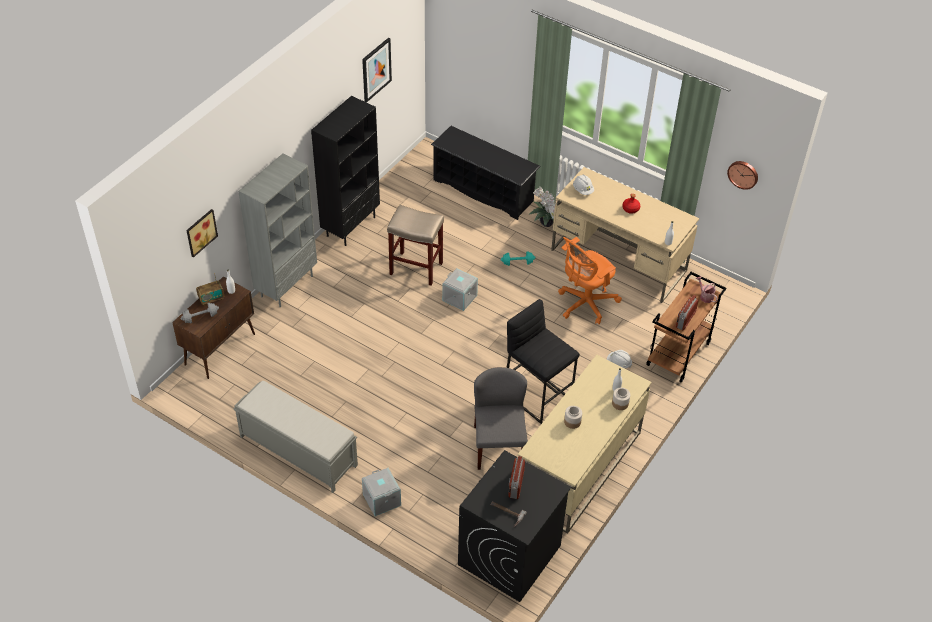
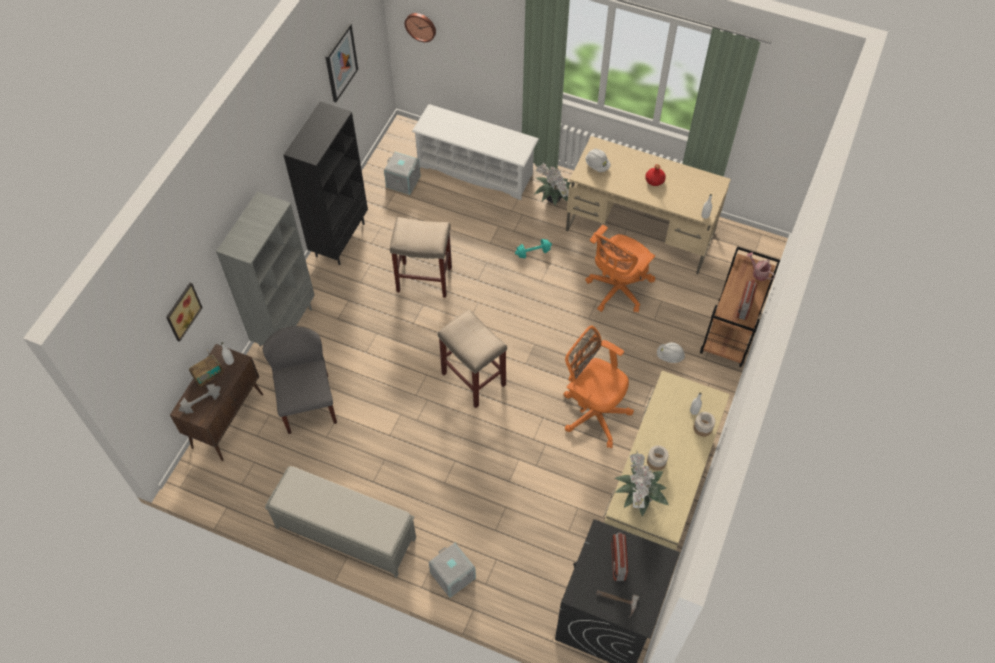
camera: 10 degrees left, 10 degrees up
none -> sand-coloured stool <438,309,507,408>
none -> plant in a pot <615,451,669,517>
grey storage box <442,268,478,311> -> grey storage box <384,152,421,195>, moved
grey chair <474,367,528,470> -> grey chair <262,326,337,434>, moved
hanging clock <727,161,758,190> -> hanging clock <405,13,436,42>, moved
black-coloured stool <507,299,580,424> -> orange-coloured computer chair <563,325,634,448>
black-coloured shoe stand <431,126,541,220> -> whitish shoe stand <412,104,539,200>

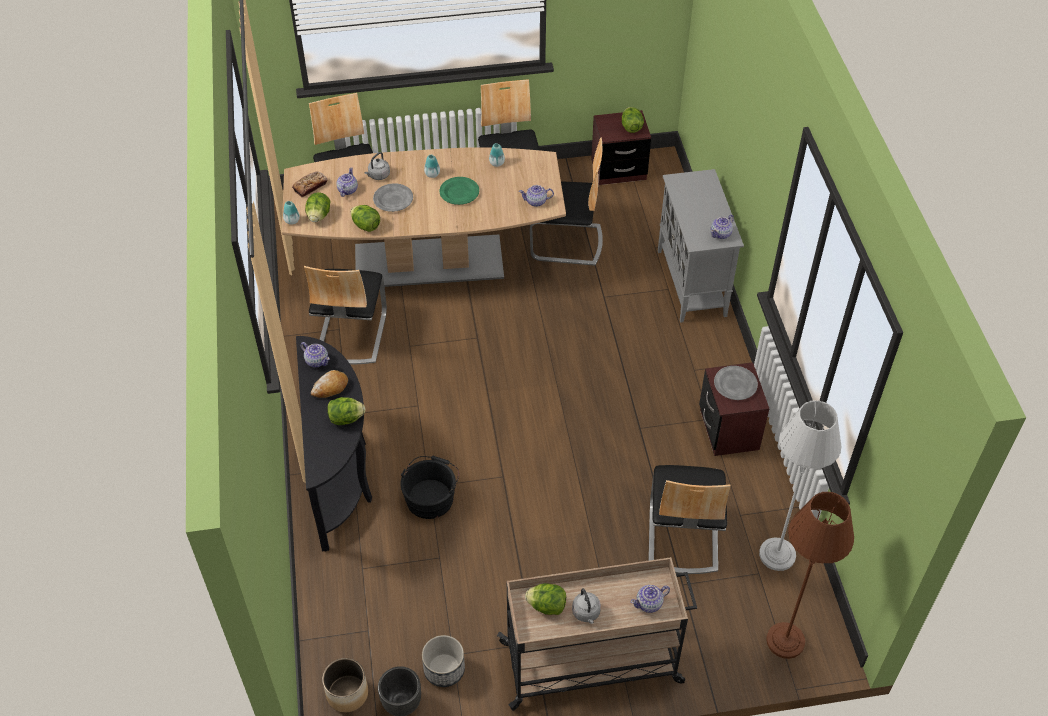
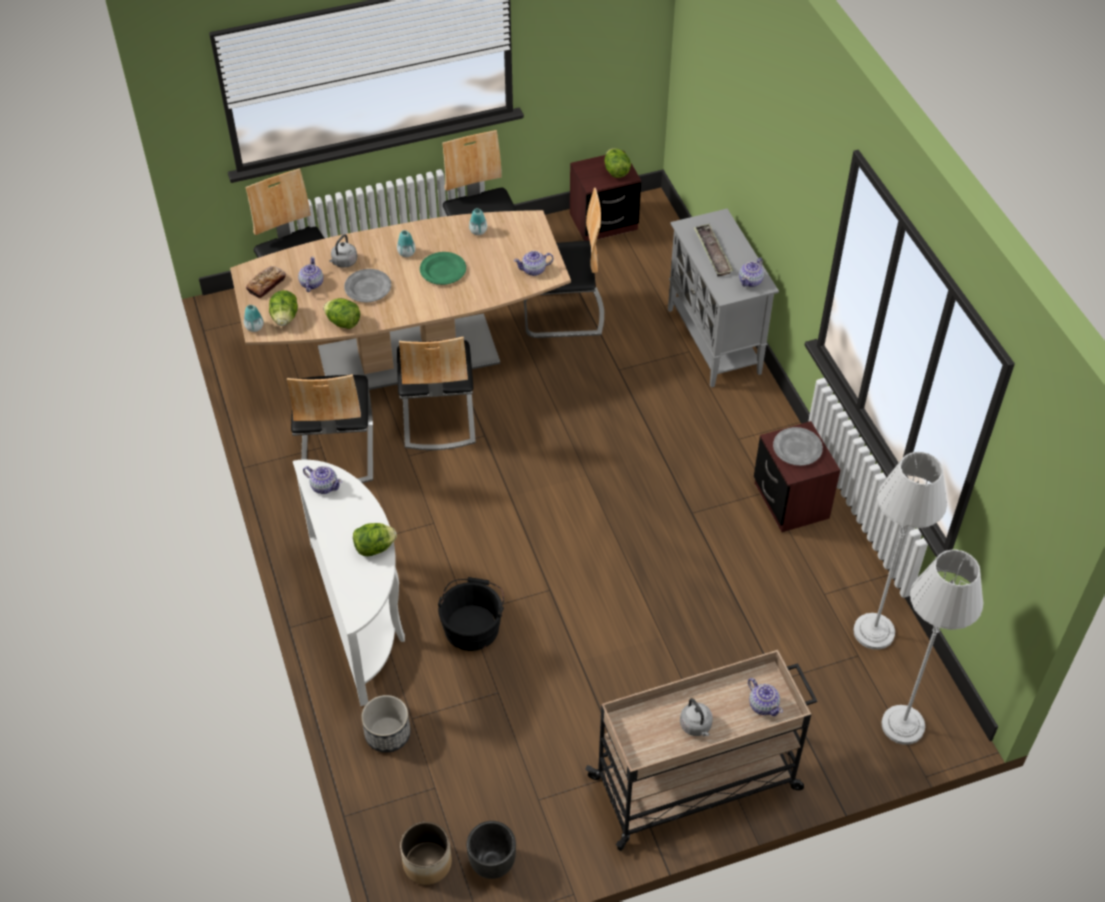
camera: 10 degrees left, 0 degrees up
baked bread <311,370,348,398> -> none
lettuce <525,583,566,615> -> none
none -> serving tray <694,224,733,277>
flower pot <422,635,465,687> -> flower pot <361,695,410,753>, moved
chair <648,465,731,574> -> chair <397,337,476,450>, moved
black-coloured hall table <296,336,372,552> -> whitish hall table <293,460,405,706>
brown-coloured floor lamp <766,492,854,659> -> grey floor lamp <881,549,984,745>
pot for tea <631,585,670,613> -> pot for tea <748,678,783,716>, 90 degrees counterclockwise

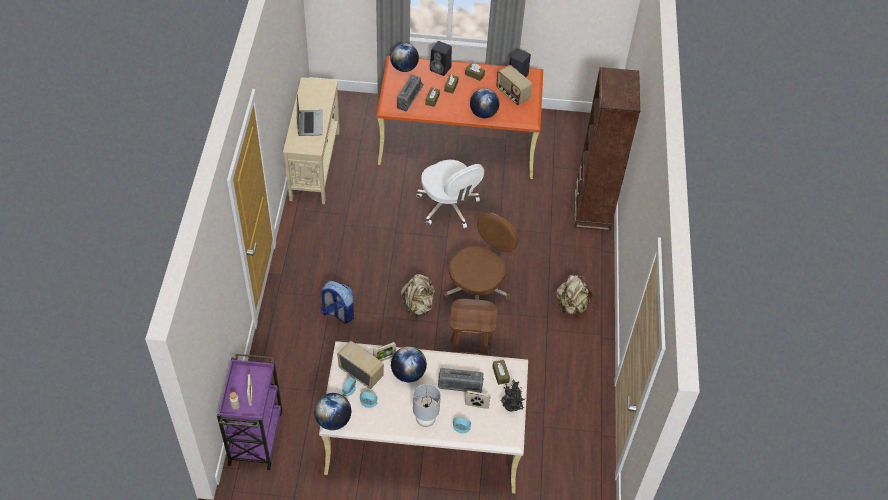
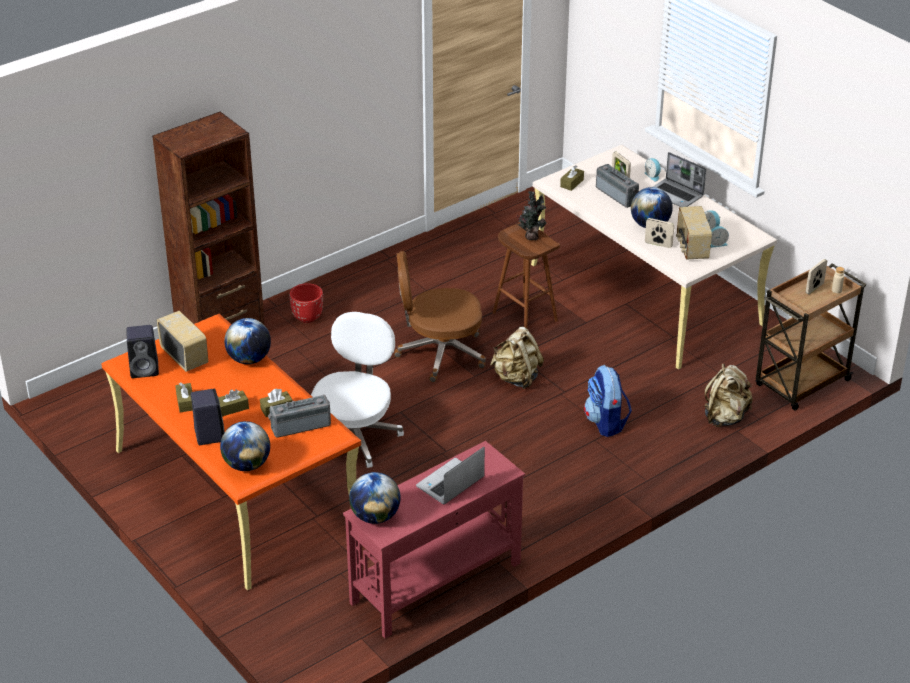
camera: 130 degrees left, 15 degrees down
none -> reddish flower pot <289,283,323,323>
globe <314,393,351,430> -> globe <349,472,401,524>, moved
plant in a pot <501,380,525,411> -> plant in a pot <516,191,547,240>, moved
sand-coloured rucksack <556,275,593,314> -> sand-coloured rucksack <704,364,753,427>, moved
grey tabletop lamp <413,384,441,427> -> portable computer <653,152,706,207>
purple trolley <217,354,282,470> -> brown-coloured trolley <756,263,866,411>
sand-coloured hall table <283,77,340,204> -> reddish hall table <343,441,525,638>
radio <496,65,533,105> -> radio <157,311,208,372>, 45 degrees counterclockwise

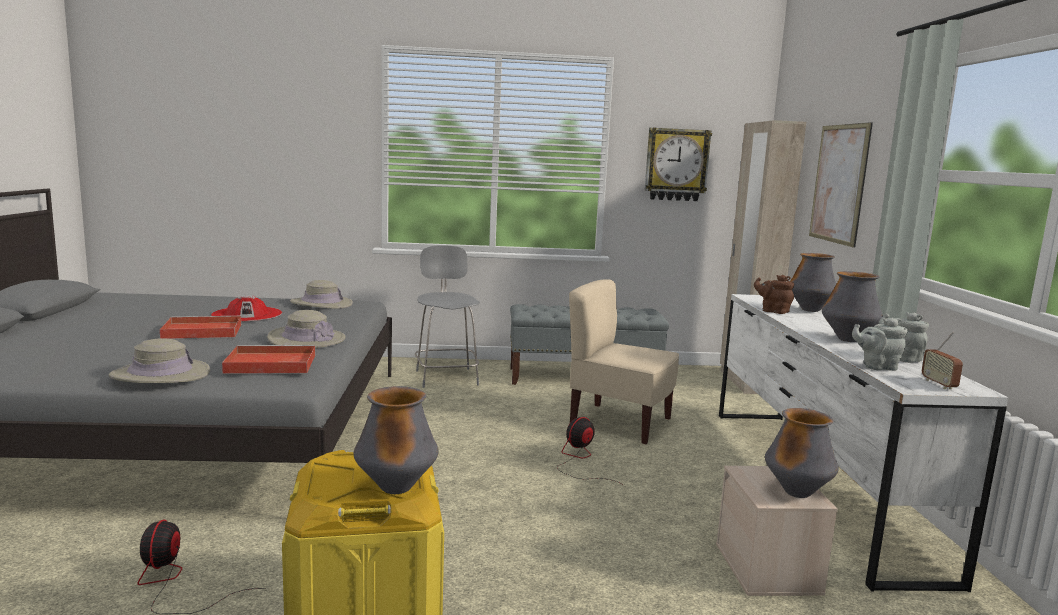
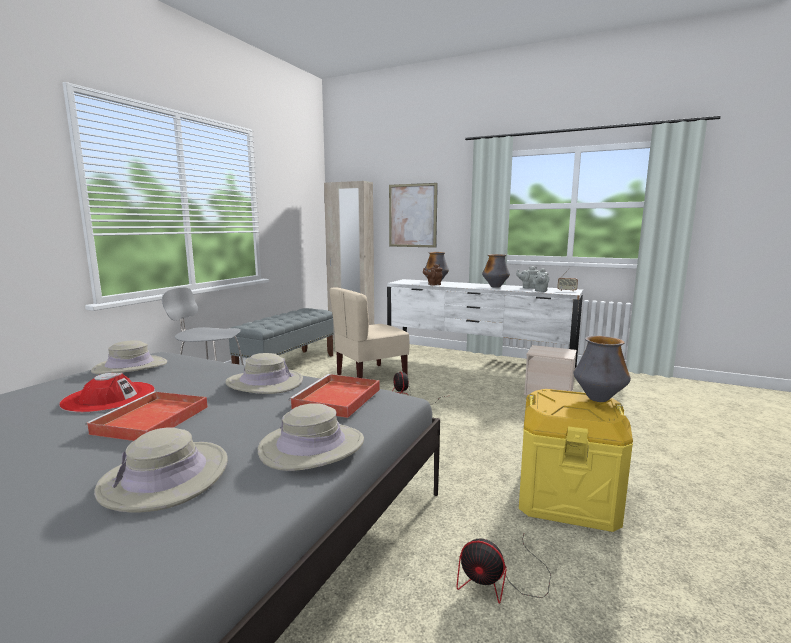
camera: 60 degrees left, 0 degrees up
hanging clock <645,128,712,201> -> none
flower vase <765,408,839,498> -> none
none -> sand-coloured hat <94,427,228,513>

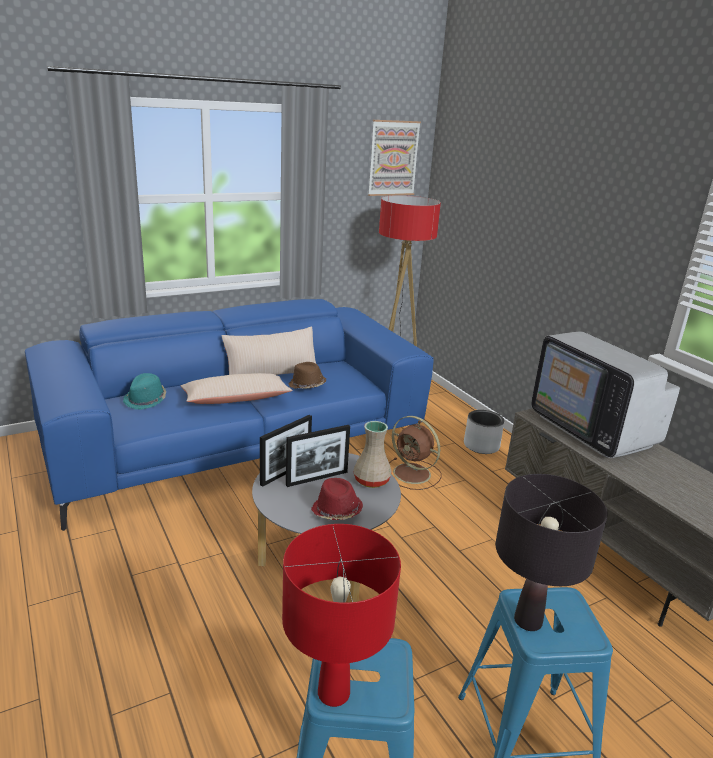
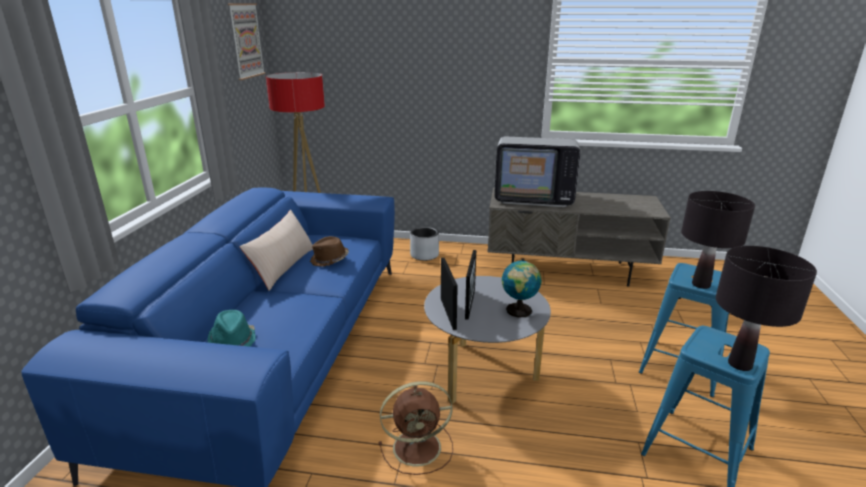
camera: 50 degrees left, 0 degrees up
sand-coloured throw pillow <181,373,292,404> -> none
sand-coloured flower vase <353,421,392,488> -> none
brown-coloured cooling fan <389,416,442,490> -> brown-coloured cooling fan <379,381,453,475>, moved
reddish hat <311,478,363,520> -> globe <502,259,541,317>
reddish tabletop lamp <282,524,401,707> -> black-coloured tabletop lamp <716,246,817,371>

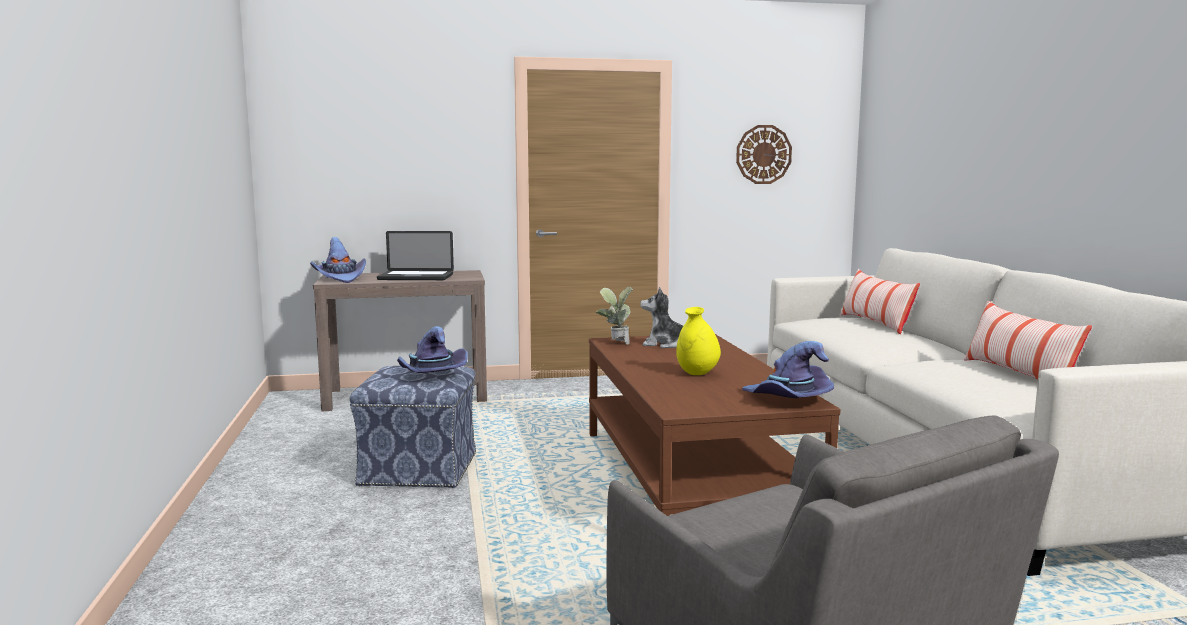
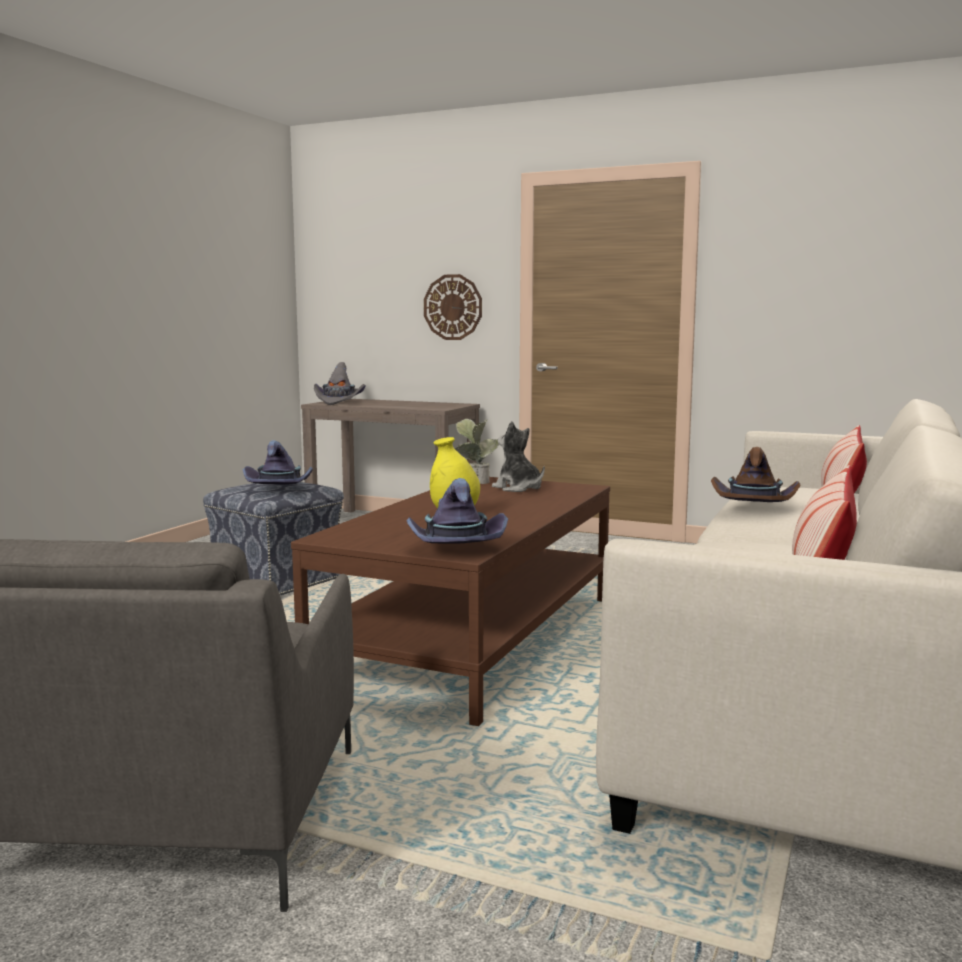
camera: 35 degrees right, 0 degrees up
portable computer <377,231,454,280> -> none
none -> brown-coloured hat <711,447,801,502>
hanging clock <736,125,792,184> -> hanging clock <424,274,482,340>, moved
purple hat <310,237,366,283> -> grey hat <314,362,366,405>

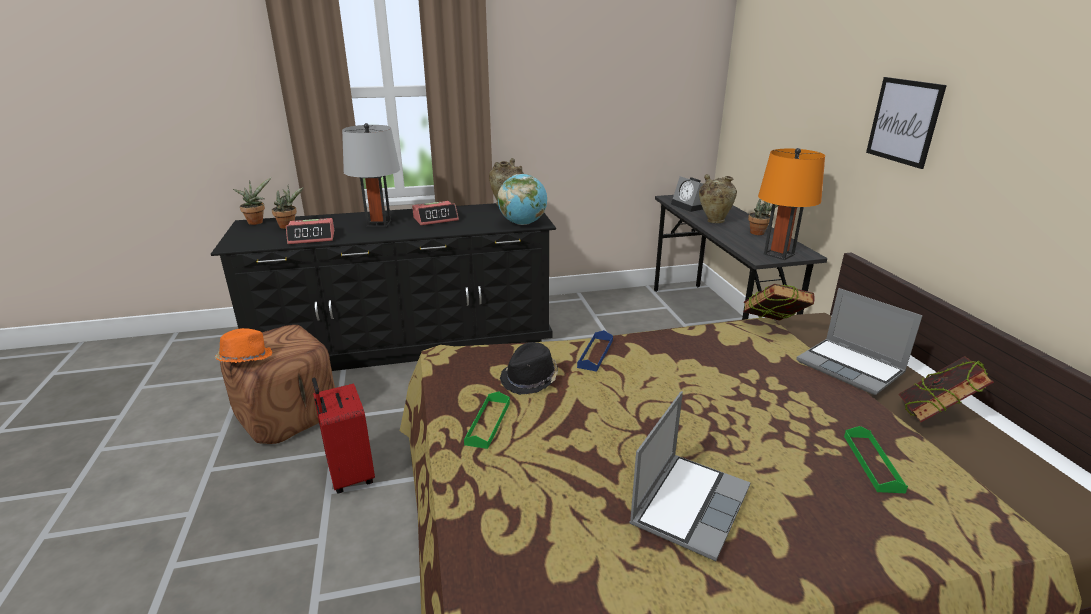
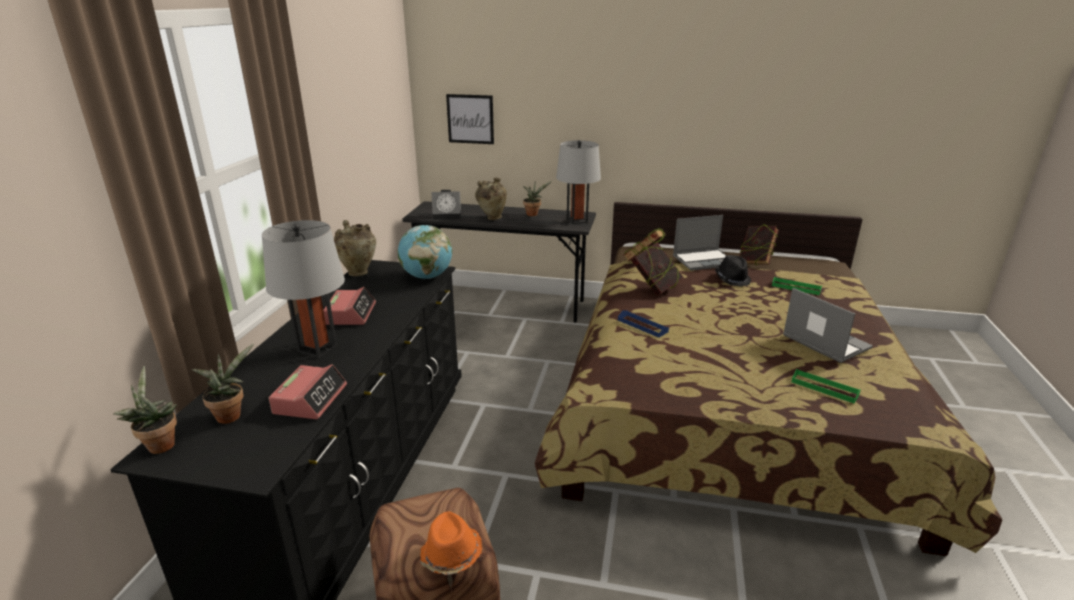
camera: 65 degrees left, 0 degrees up
reddish suitcase <312,378,375,494> -> none
none -> book <631,242,684,296>
green serving tray <464,391,510,449> -> green serving tray <791,369,861,404>, moved
black-coloured hat <500,342,558,395> -> black-coloured hat <715,255,751,287>, moved
wall picture <866,77,947,169> -> wall picture <446,94,494,144>, moved
orange-coloured tabletop lamp <758,148,825,260> -> grey tabletop lamp <556,140,601,224>

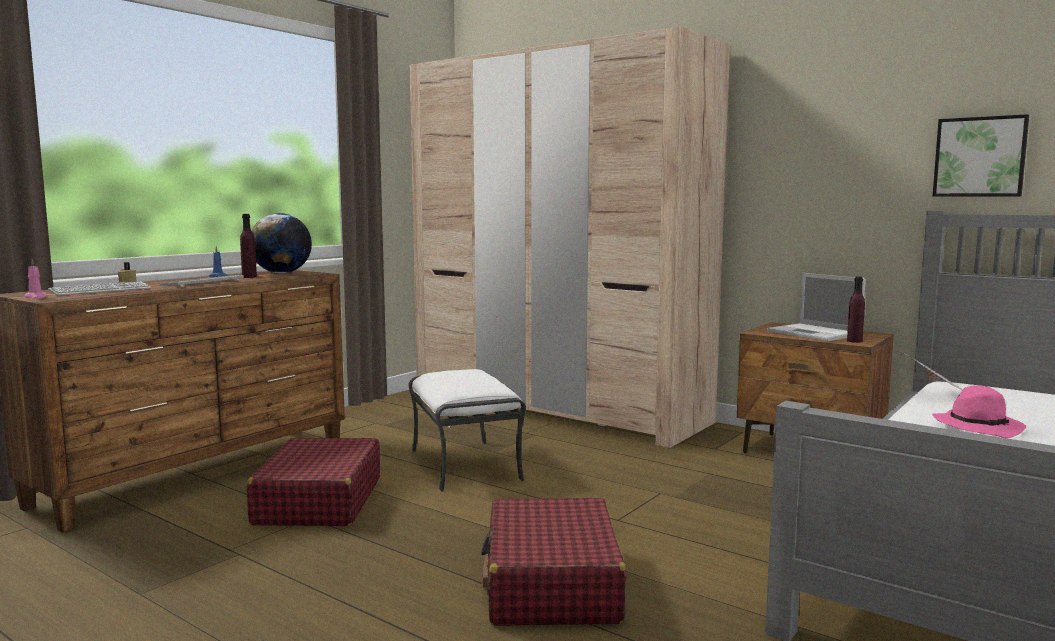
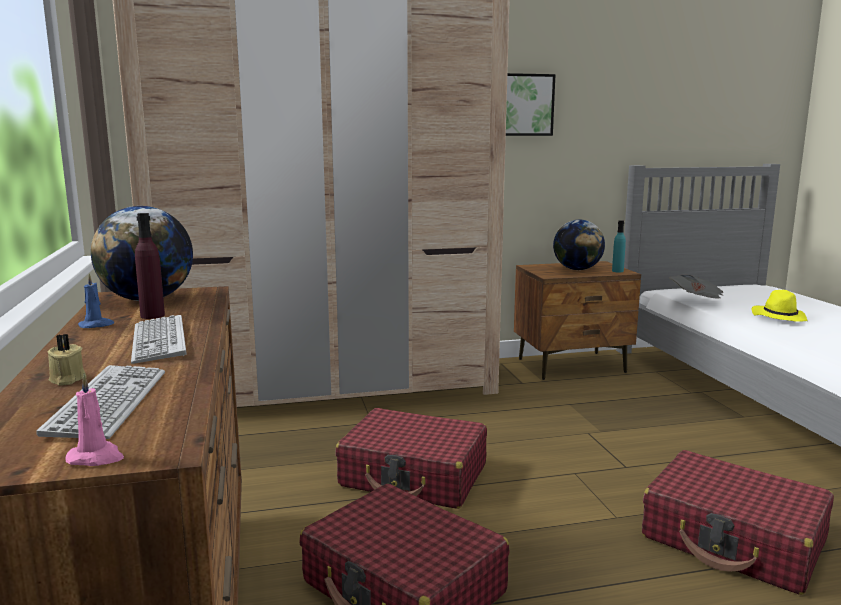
camera: 50 degrees left, 5 degrees up
wall picture <933,114,1029,196> -> wall picture <506,73,556,136>, moved
whitish pouffe <408,369,526,492> -> reddish suitcase <335,408,487,509>
portable computer <767,273,866,341> -> globe <553,220,605,270>
purple beverage bottle <847,277,865,343> -> turquoise-coloured beverage bottle <612,220,626,273>
pink-coloured hat <932,385,1026,438> -> yellow-coloured hat <752,290,808,322>

